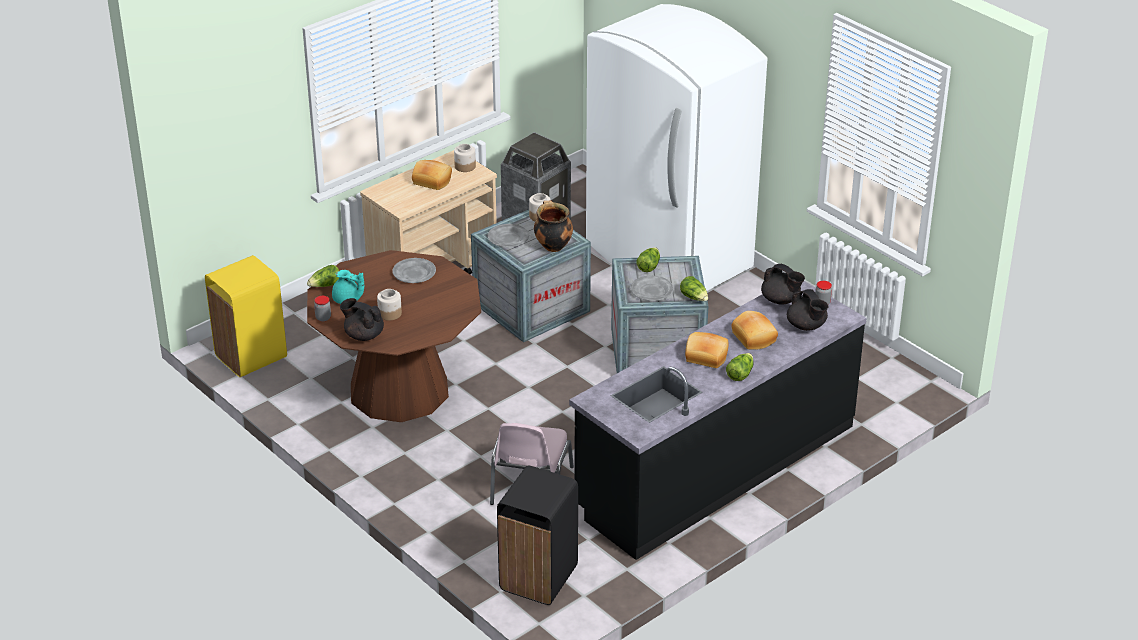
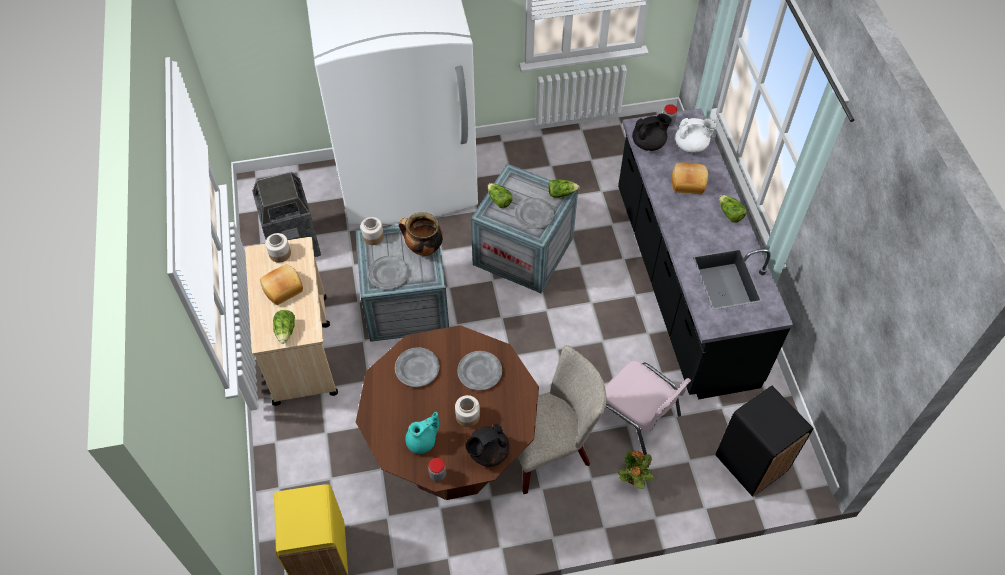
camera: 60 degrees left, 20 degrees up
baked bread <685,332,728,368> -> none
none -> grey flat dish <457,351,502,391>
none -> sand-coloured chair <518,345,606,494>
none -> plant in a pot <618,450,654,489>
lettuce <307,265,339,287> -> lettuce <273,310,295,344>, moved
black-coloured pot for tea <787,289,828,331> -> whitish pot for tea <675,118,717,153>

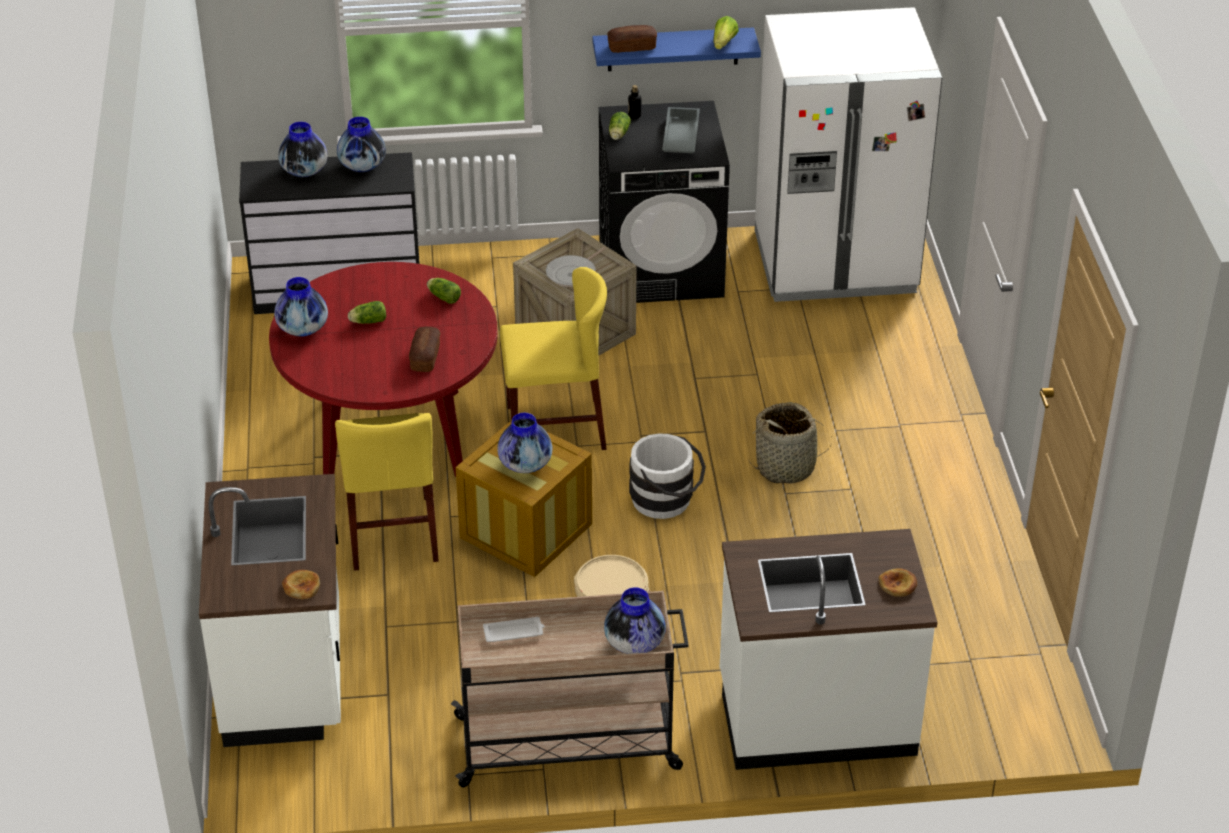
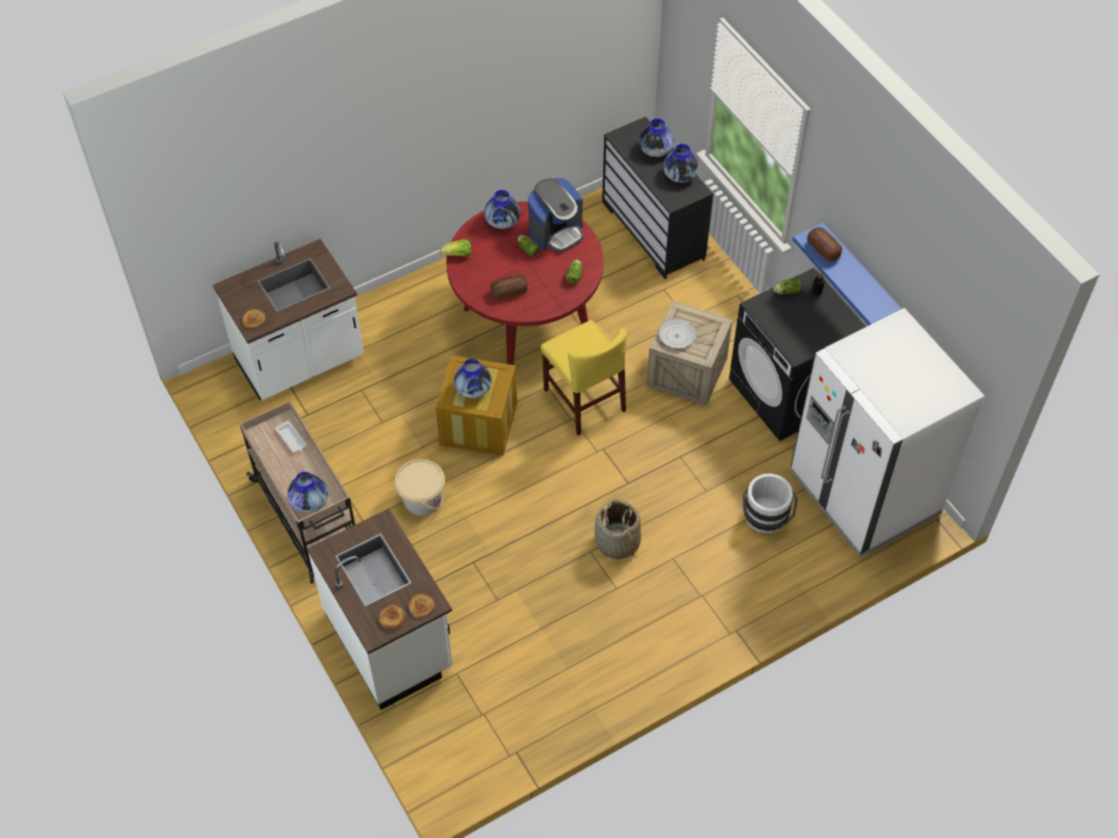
camera: 65 degrees right, 15 degrees up
yellow-coloured chair <335,413,439,571> -> none
grey serving tray <662,107,700,153> -> none
none -> baked bread <408,593,435,618>
none -> coffee maker <528,178,583,253>
whitish bucket <629,433,706,519> -> whitish bucket <743,474,798,533>, moved
lettuce <713,16,739,49> -> lettuce <440,239,472,257>, moved

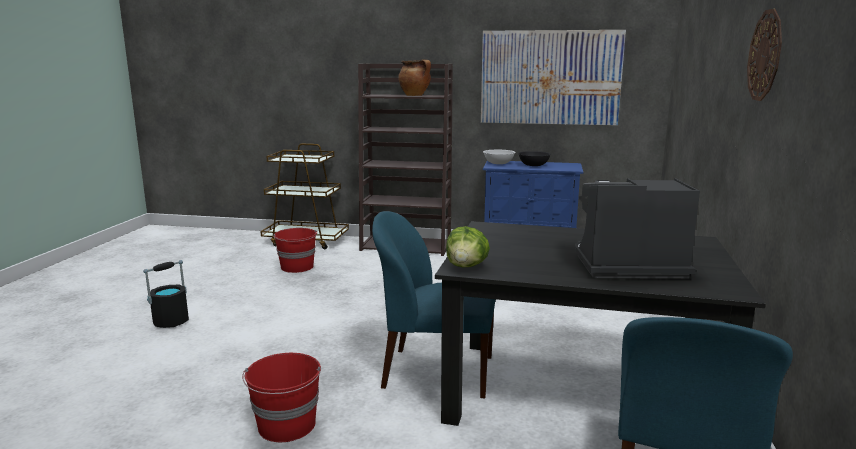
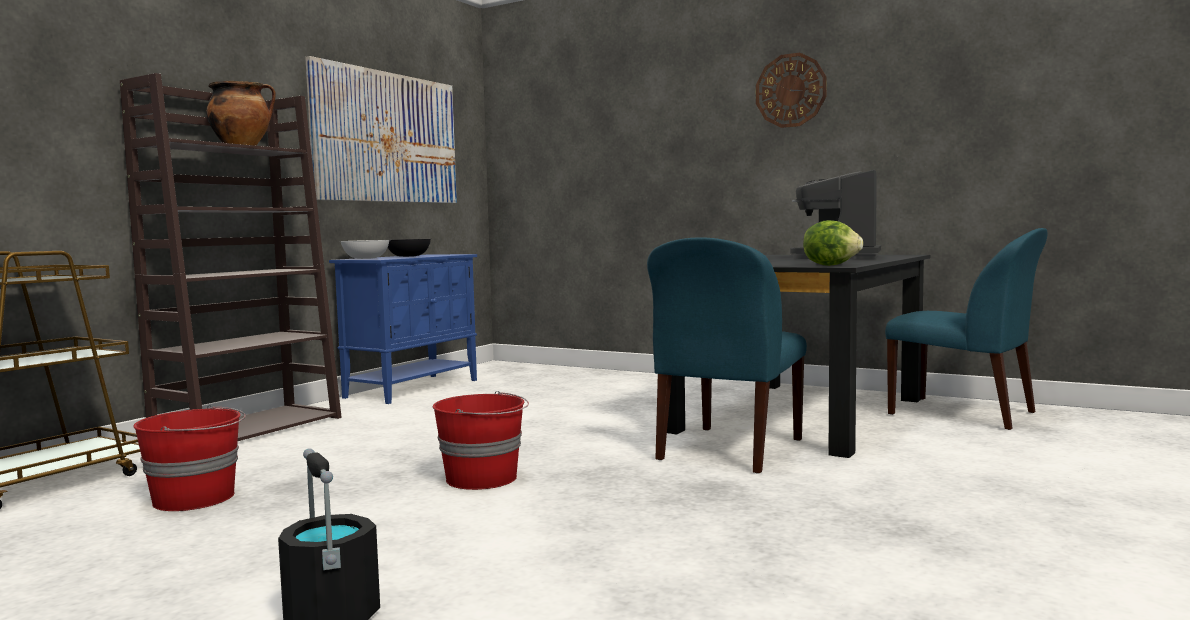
camera: 70 degrees left, 10 degrees down
reddish bucket <242,353,321,442> -> reddish bucket <433,391,529,490>, moved

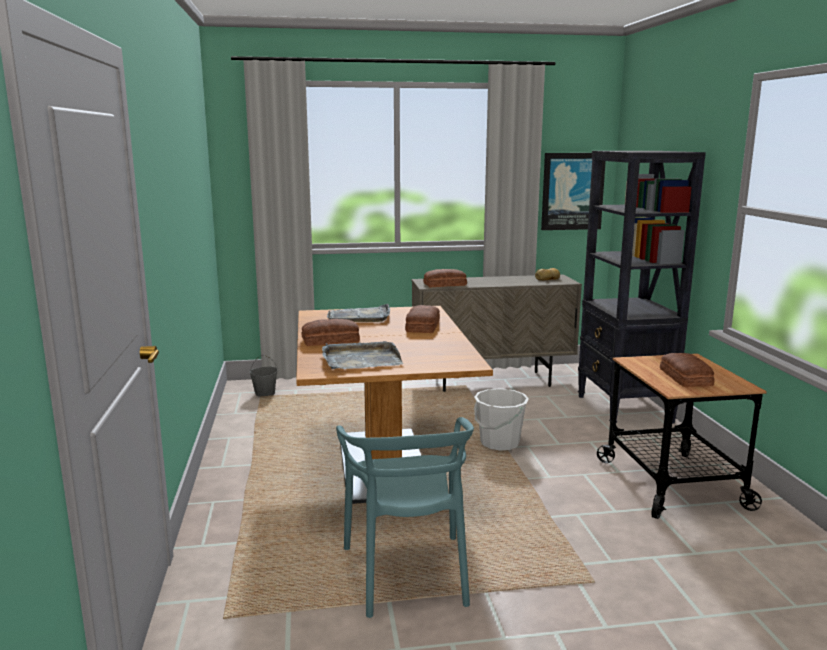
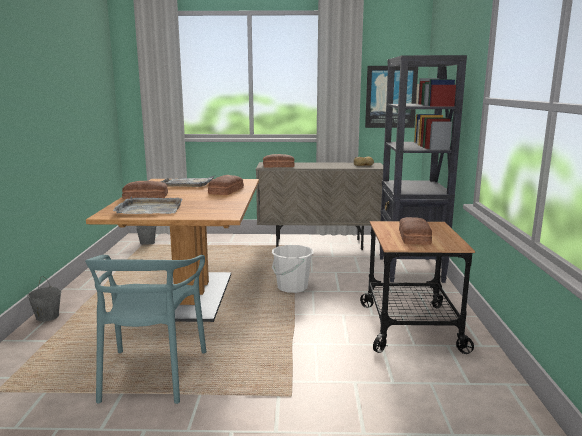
camera: 10 degrees right, 0 degrees up
none -> grey bucket <27,276,61,322>

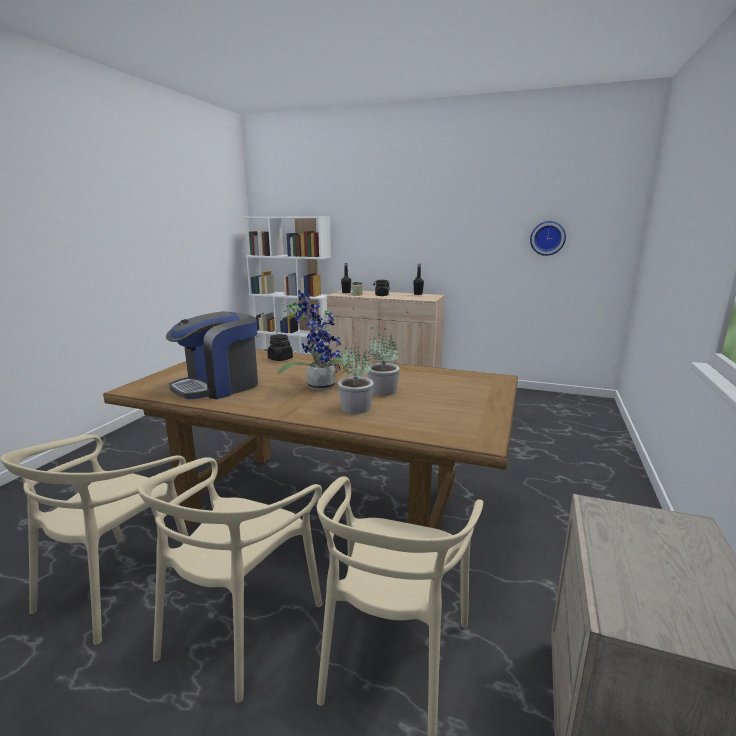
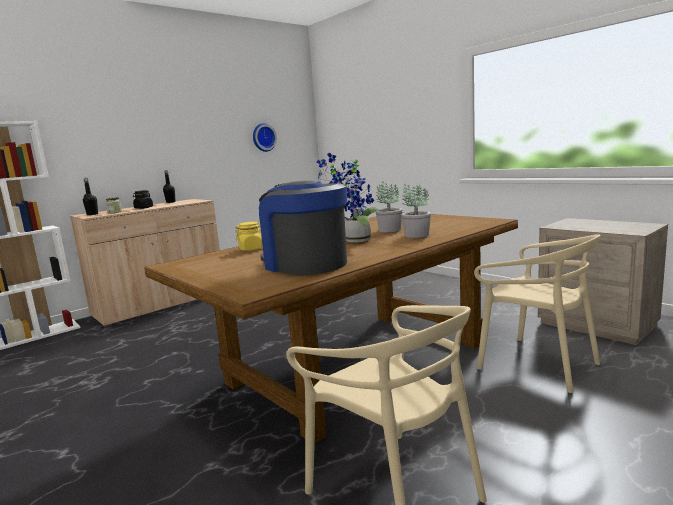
camera: 60 degrees left, 5 degrees down
sand-coloured chair <138,457,323,703> -> none
black-coloured preserve jar <267,334,293,361> -> yellow-coloured preserve jar <235,222,263,251>
coffee maker <166,311,258,399> -> coffee maker <259,181,347,275>, 150 degrees clockwise

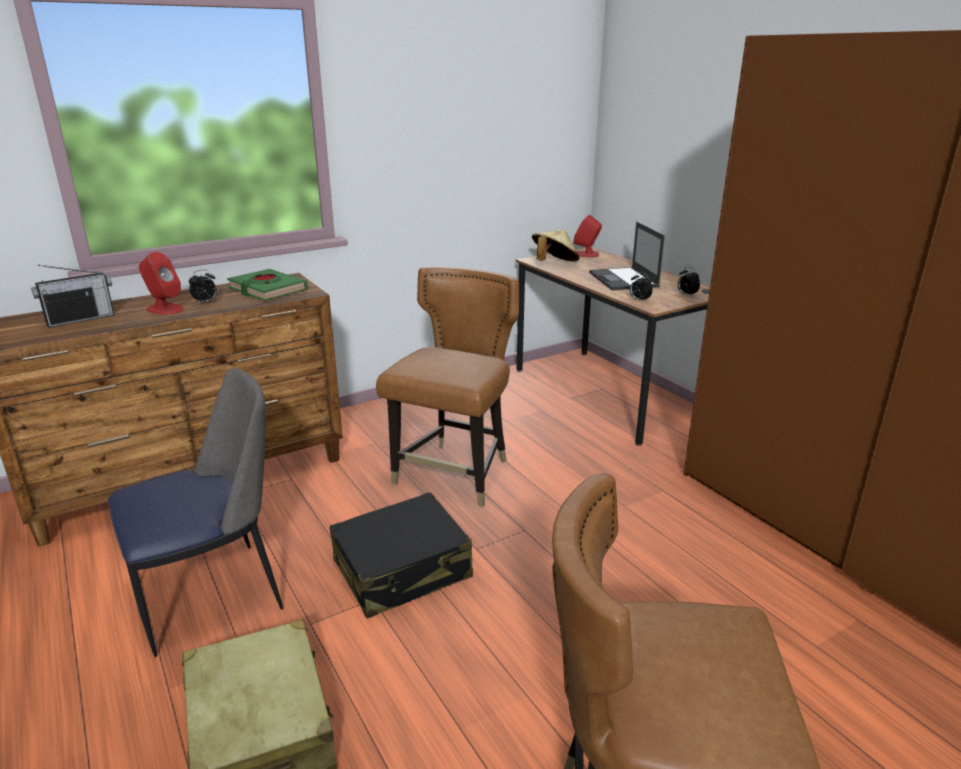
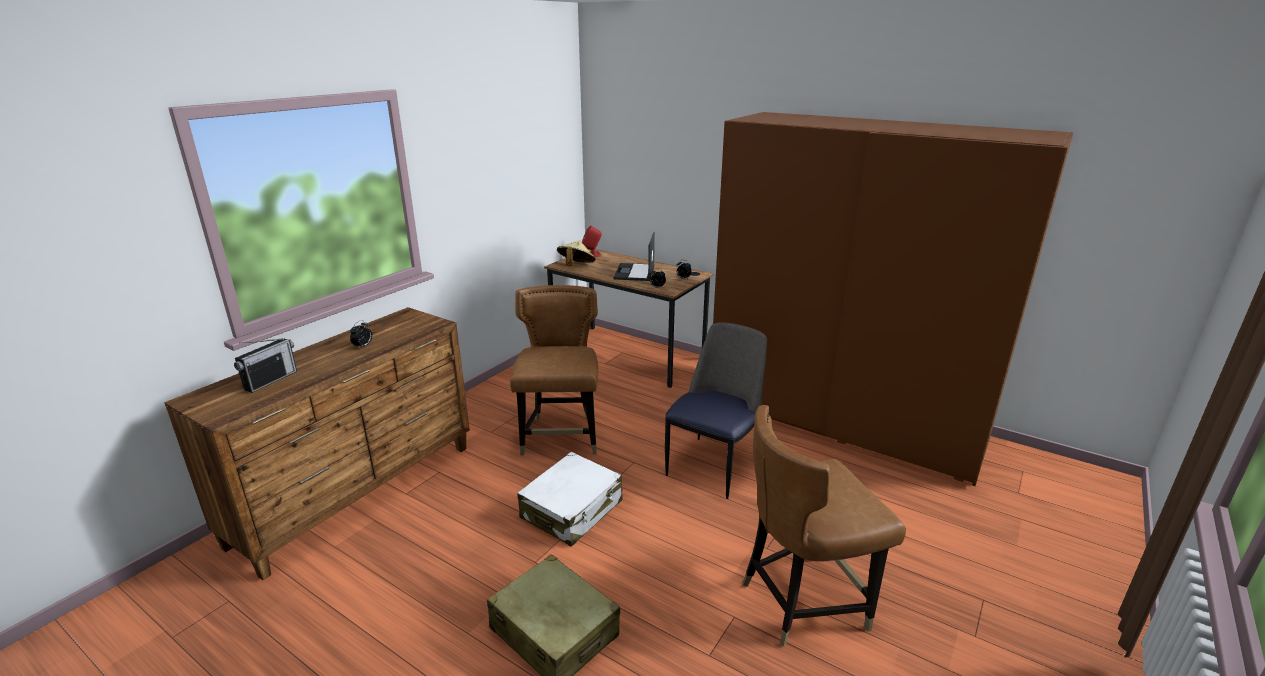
camera: 25 degrees left, 0 degrees up
reddish loudspeaker <139,252,184,315> -> none
green book <227,269,308,301> -> none
chair <108,368,283,657> -> chair <665,322,767,499>, moved
black-coloured suitcase <330,492,473,619> -> whitish suitcase <517,452,623,547>
portable computer <589,222,665,290> -> portable computer <613,232,655,281>, 45 degrees clockwise

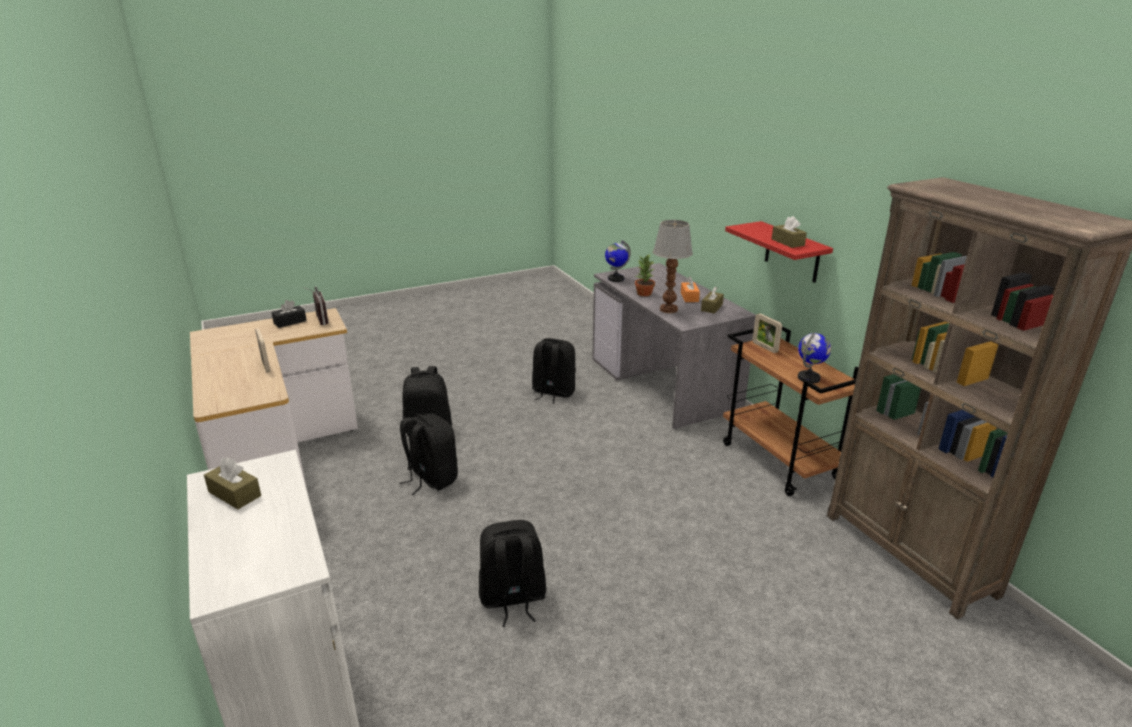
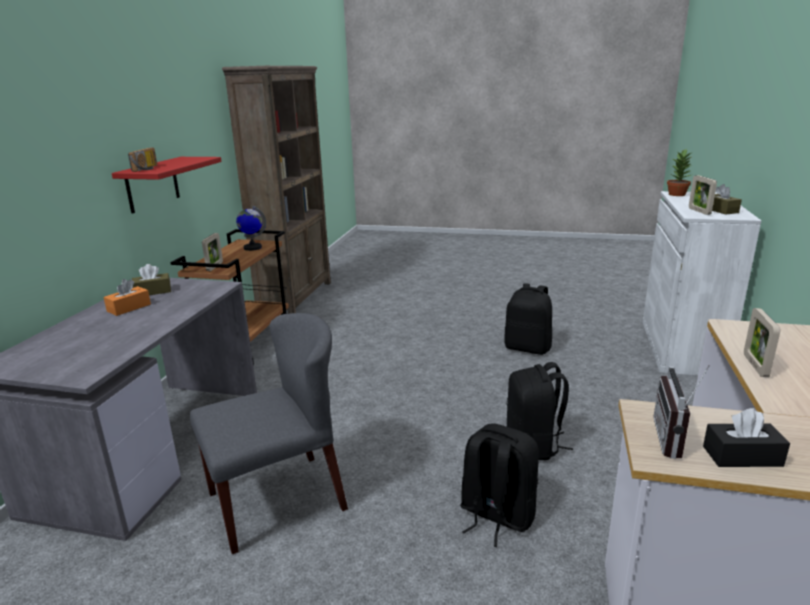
camera: 140 degrees left, 5 degrees down
globe <605,240,631,282> -> none
tabletop lamp <653,220,693,313> -> none
brown-coloured tissue box <772,216,807,248> -> none
none -> radio <128,148,157,172>
none -> picture frame <689,175,717,215>
plant in a pot <635,254,655,296> -> plant in a pot <667,149,693,196>, moved
black-coloured rucksack <532,338,576,404> -> grey chair <190,313,348,555>

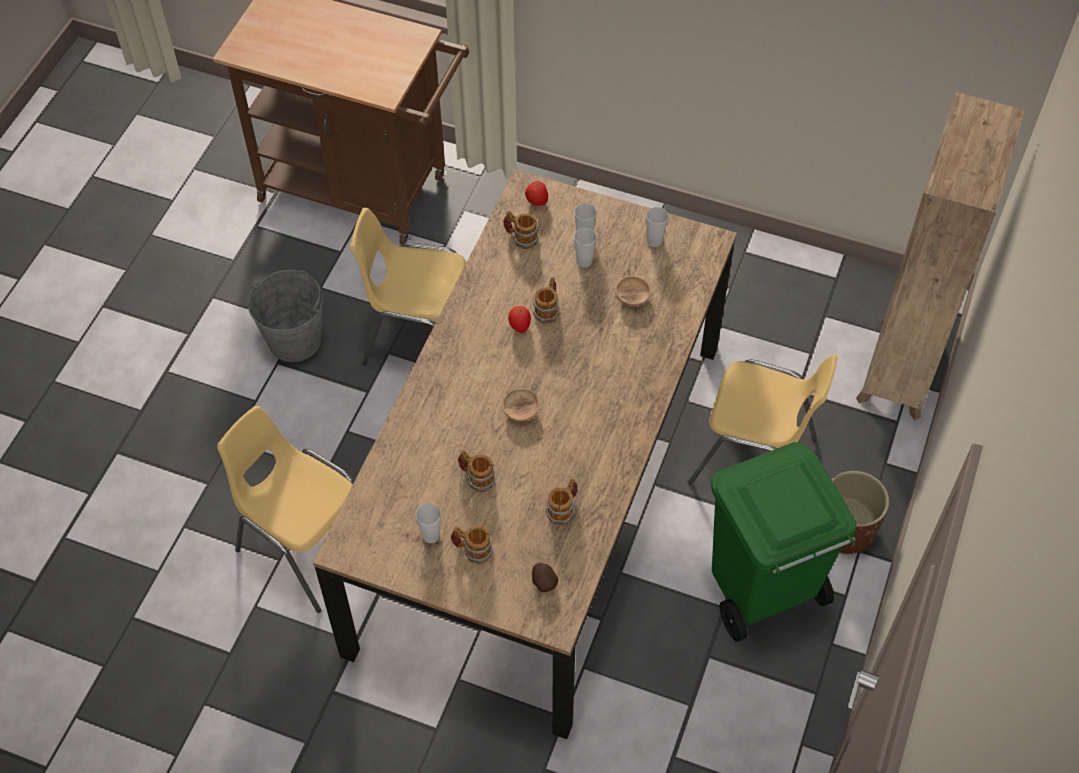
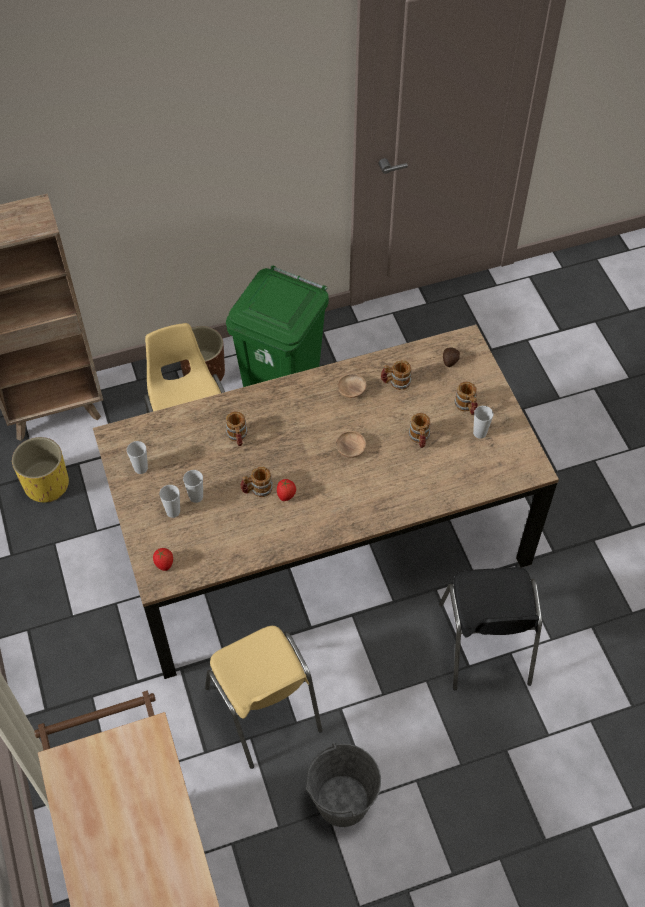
camera: 130 degrees left, 0 degrees up
none -> yellow-coloured flower pot <12,437,69,502>
mug <503,211,538,249> -> mug <226,411,248,446>, moved
brown-coloured deep dish <615,276,651,306> -> brown-coloured deep dish <337,374,367,398>, moved
yellow-coloured chair <217,406,354,613> -> black-coloured chair <439,567,542,690>

